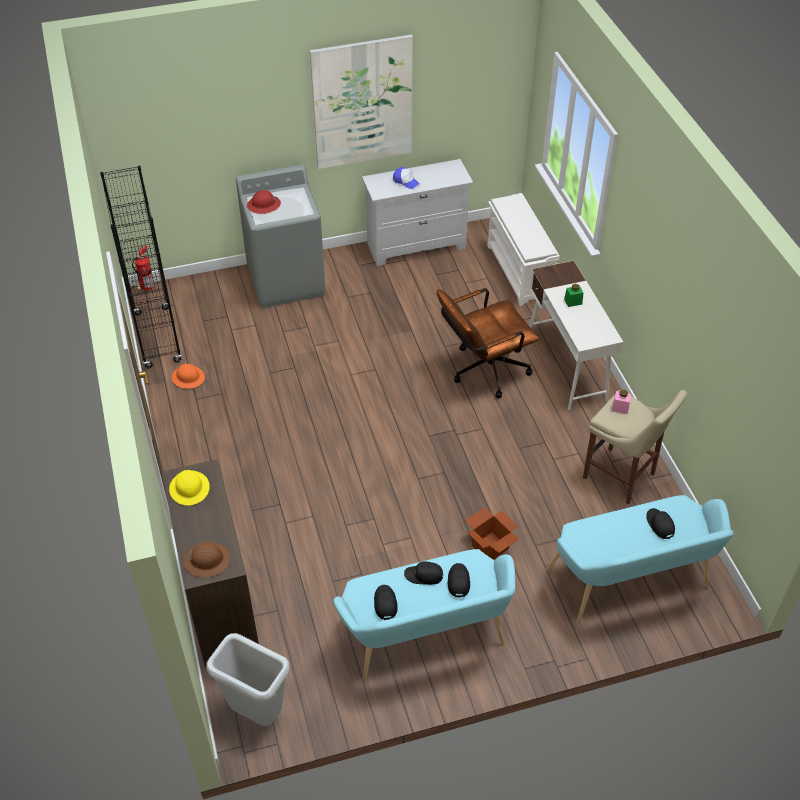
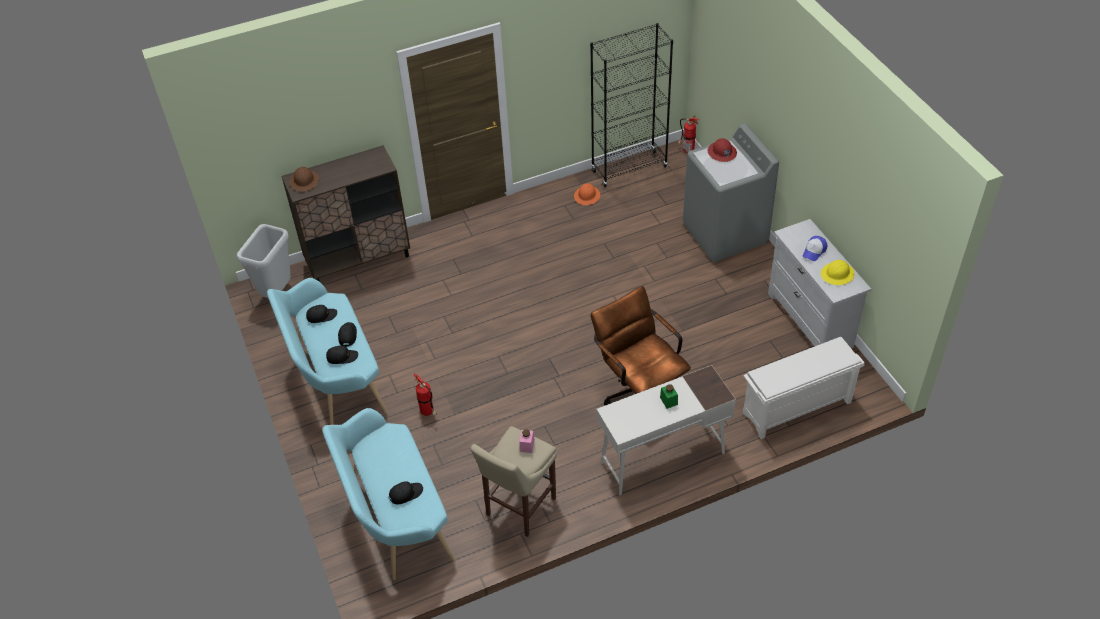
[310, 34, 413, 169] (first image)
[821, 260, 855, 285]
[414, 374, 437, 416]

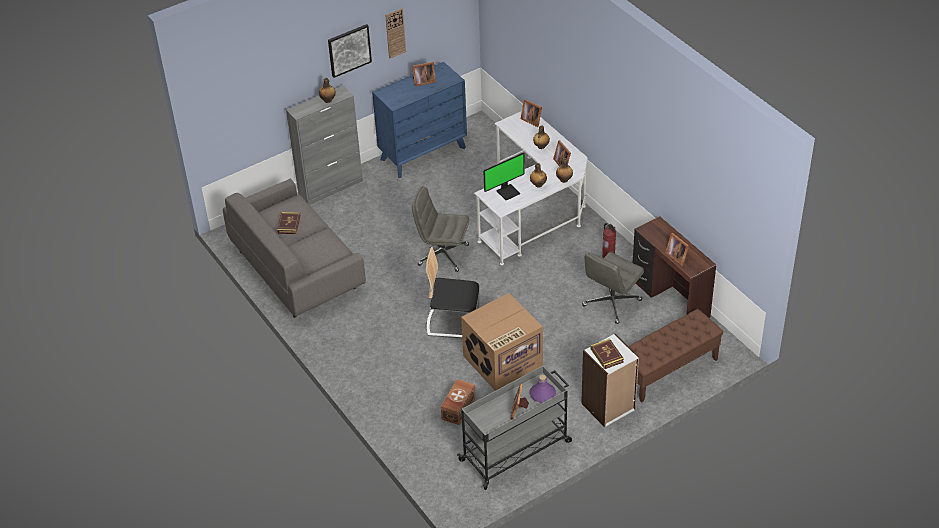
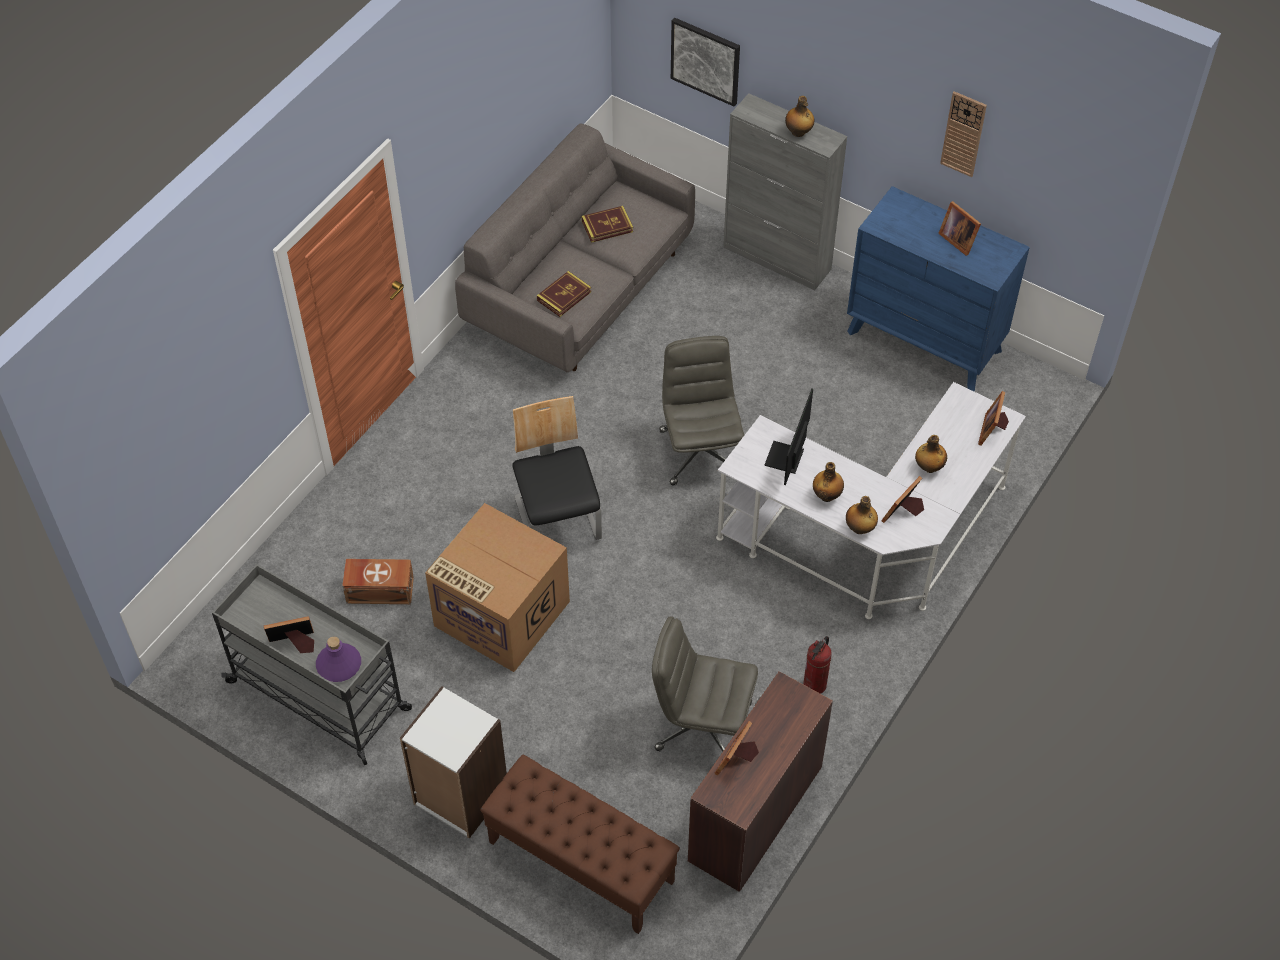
[671, 18, 740, 106]
[765, 389, 813, 485]
[537, 271, 591, 317]

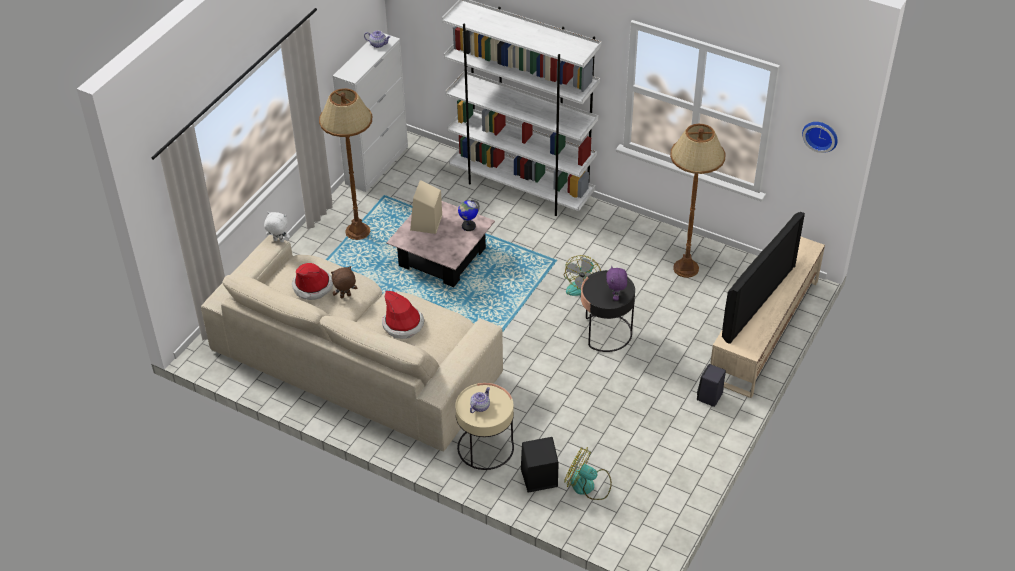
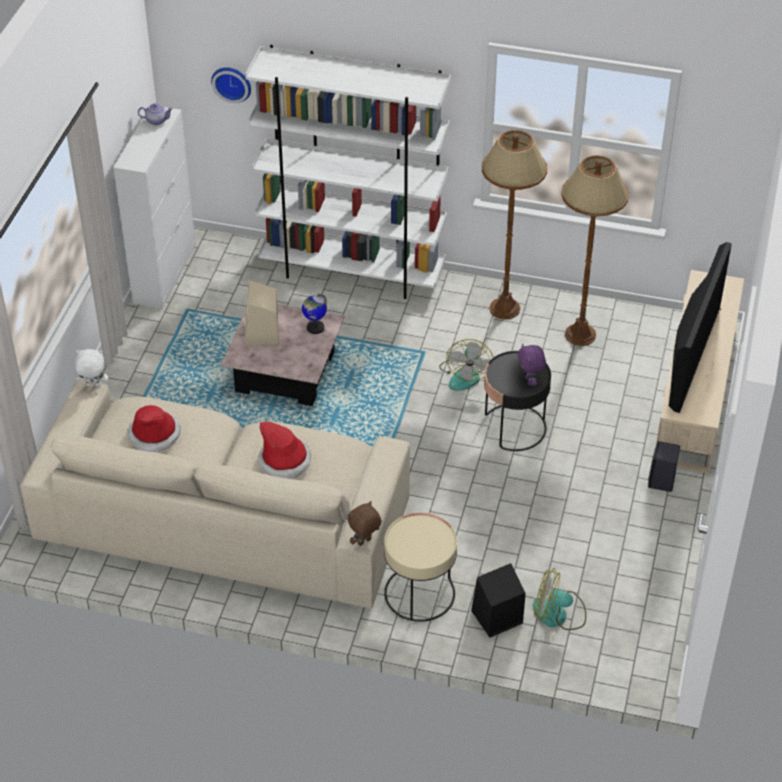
[482, 130, 547, 319]
[211, 67, 251, 103]
[348, 501, 382, 546]
[470, 387, 490, 413] (first image)

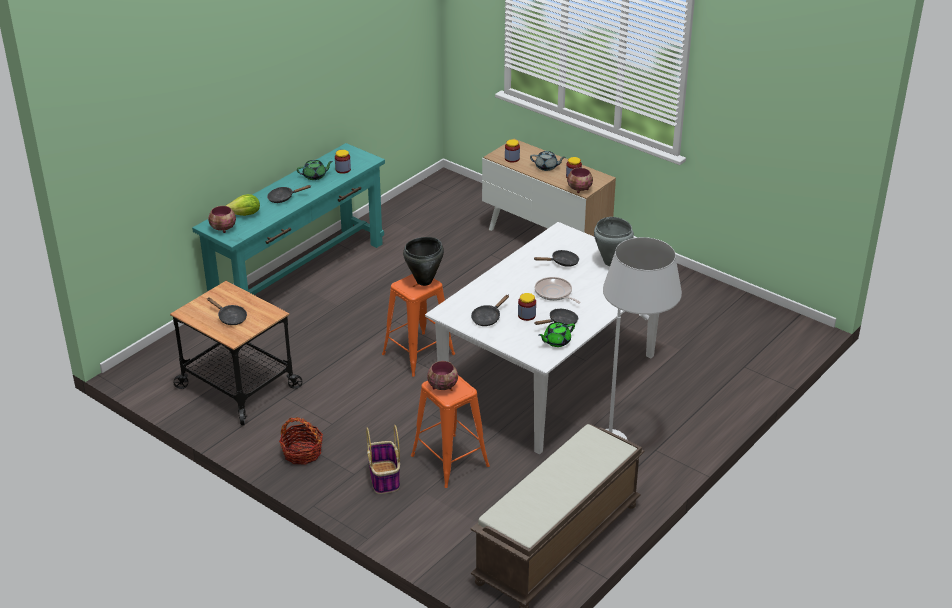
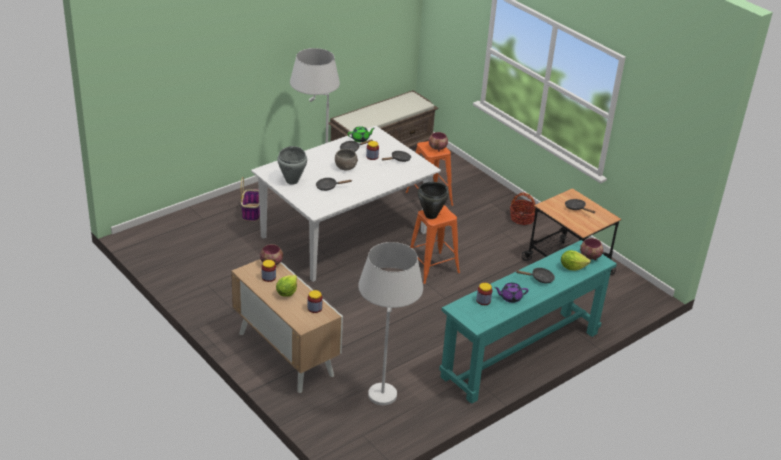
[276, 275, 297, 297]
[494, 283, 528, 303]
[335, 149, 358, 170]
[241, 177, 260, 221]
[358, 242, 423, 405]

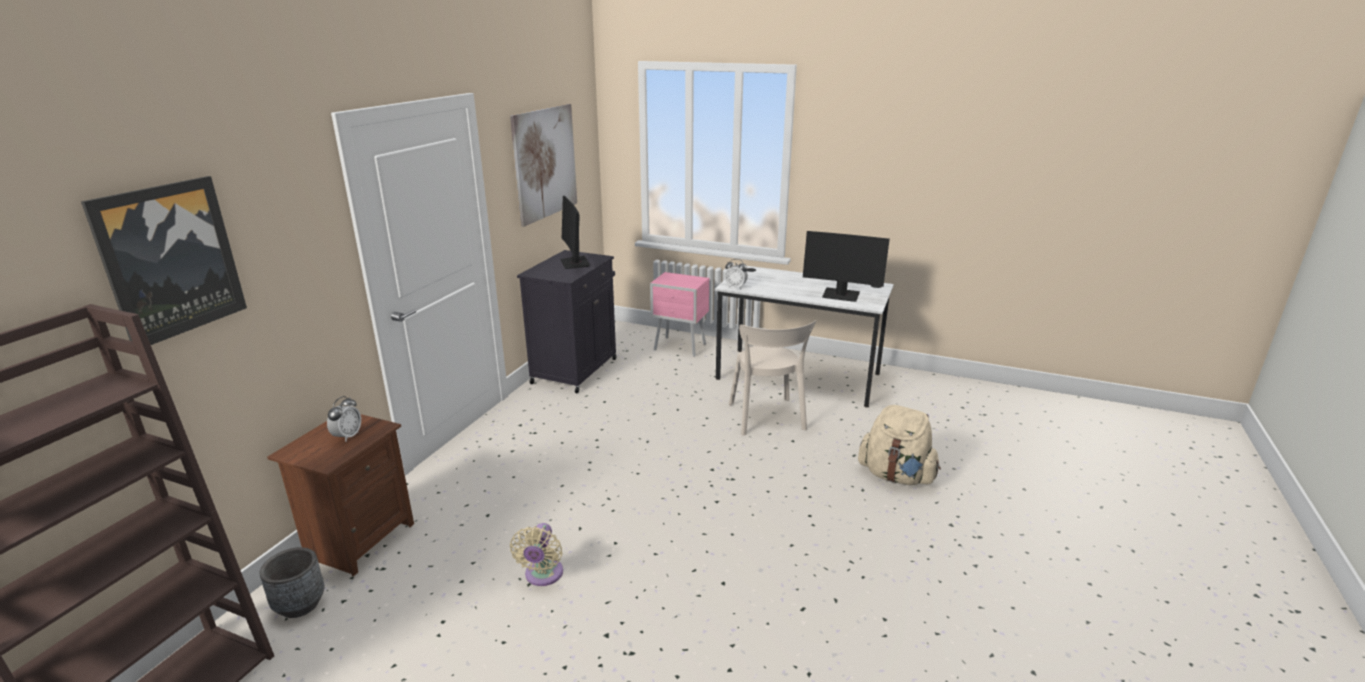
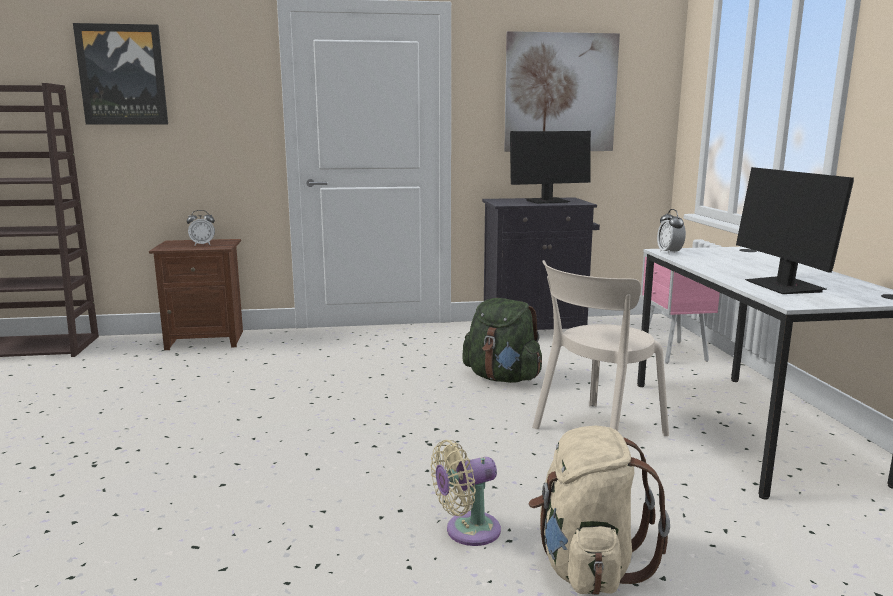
[510, 131, 591, 204]
[431, 440, 501, 546]
[259, 547, 325, 618] (first image)
[462, 298, 542, 383]

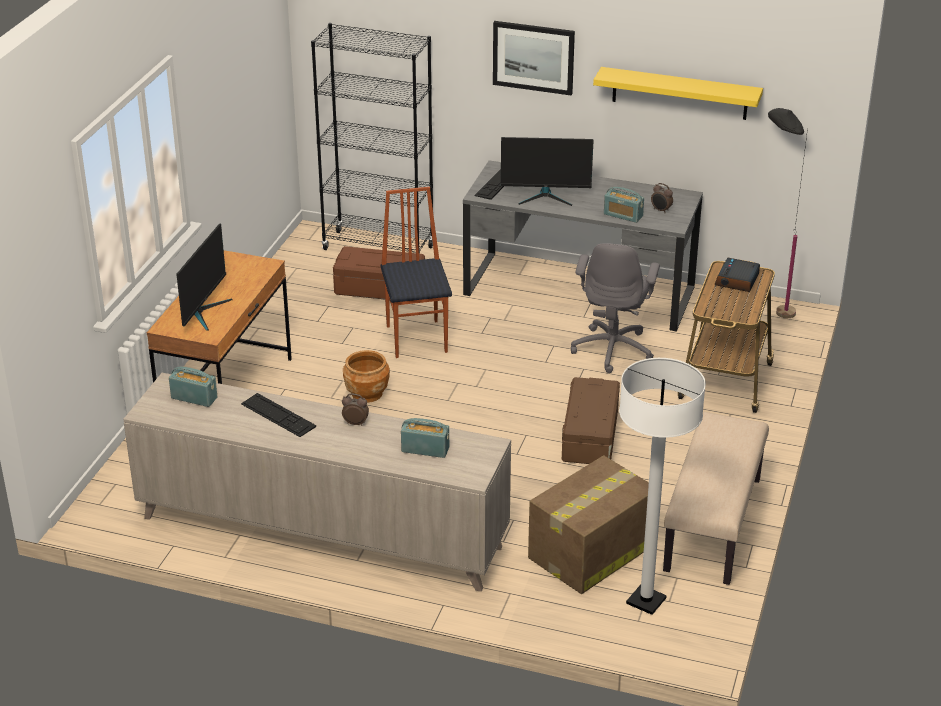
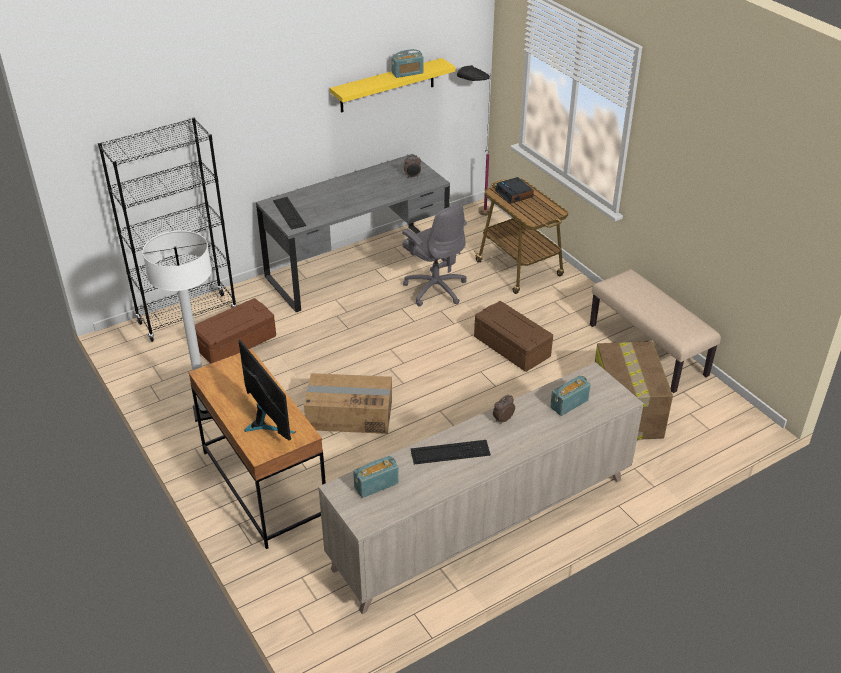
[493, 21, 575, 95] (first image)
[501, 137, 594, 206] (first image)
[380, 187, 452, 358] (first image)
[392, 49, 423, 78]
[304, 373, 392, 434]
[142, 230, 212, 422]

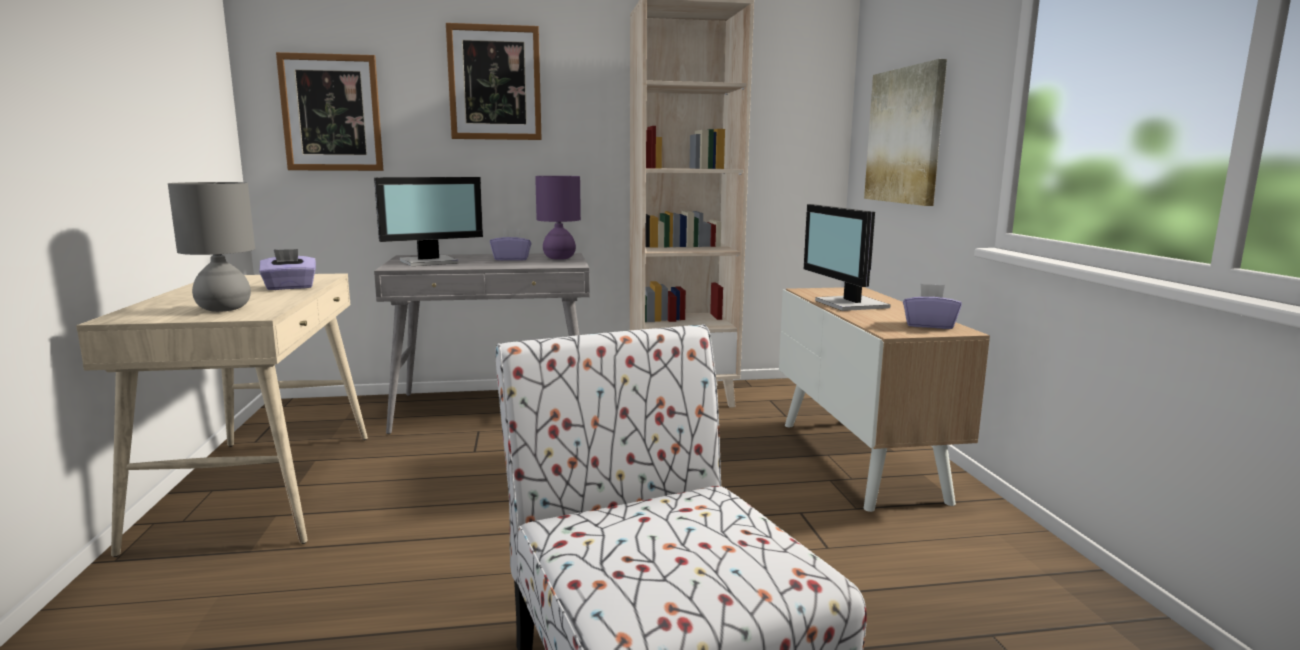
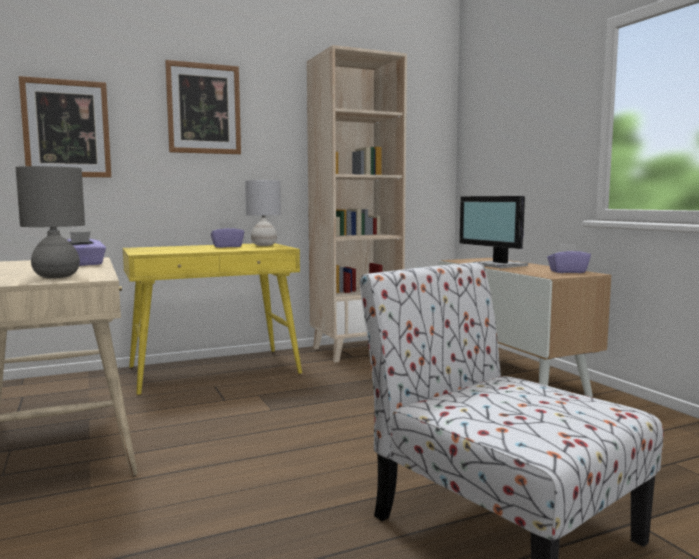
[864, 59, 947, 206] (first image)
[245, 180, 281, 246]
[374, 177, 483, 266] (first image)
[123, 243, 302, 395]

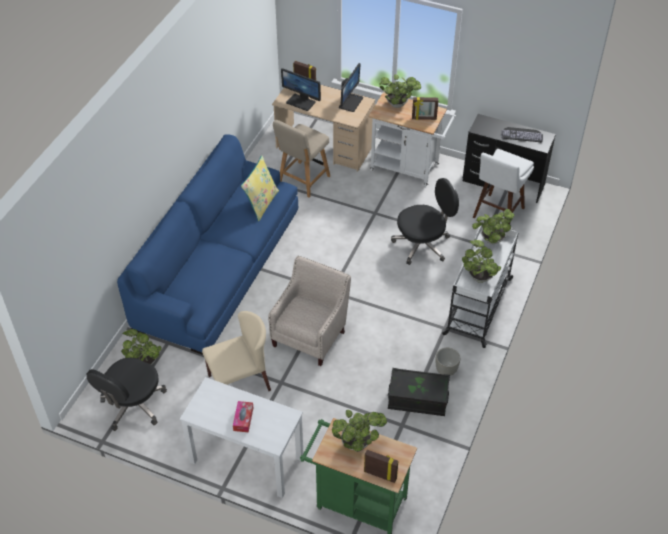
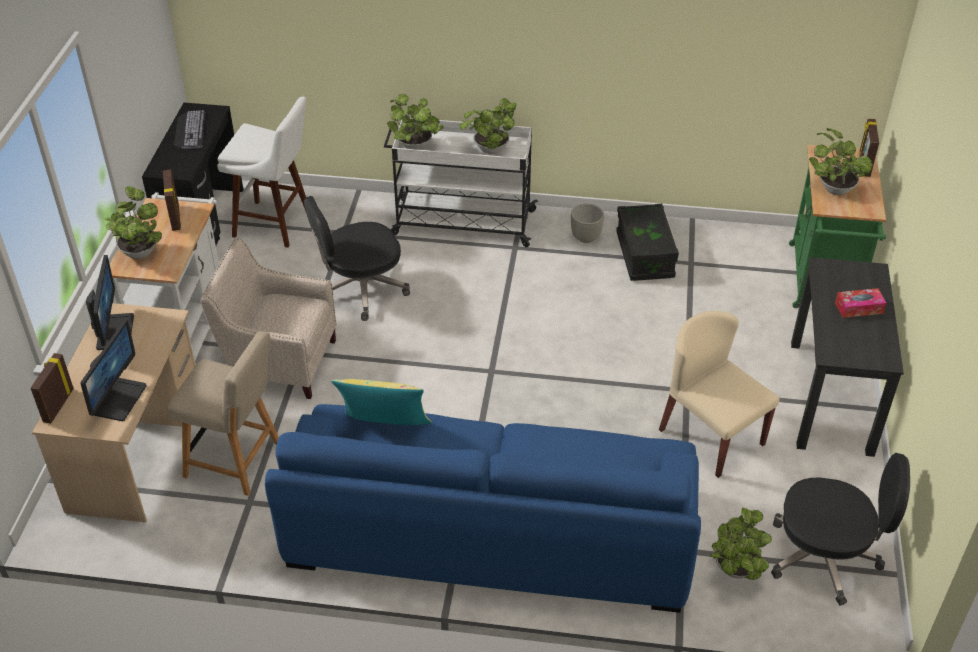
[86, 255, 134, 350]
[304, 196, 410, 321]
[200, 239, 336, 399]
[791, 257, 904, 457]

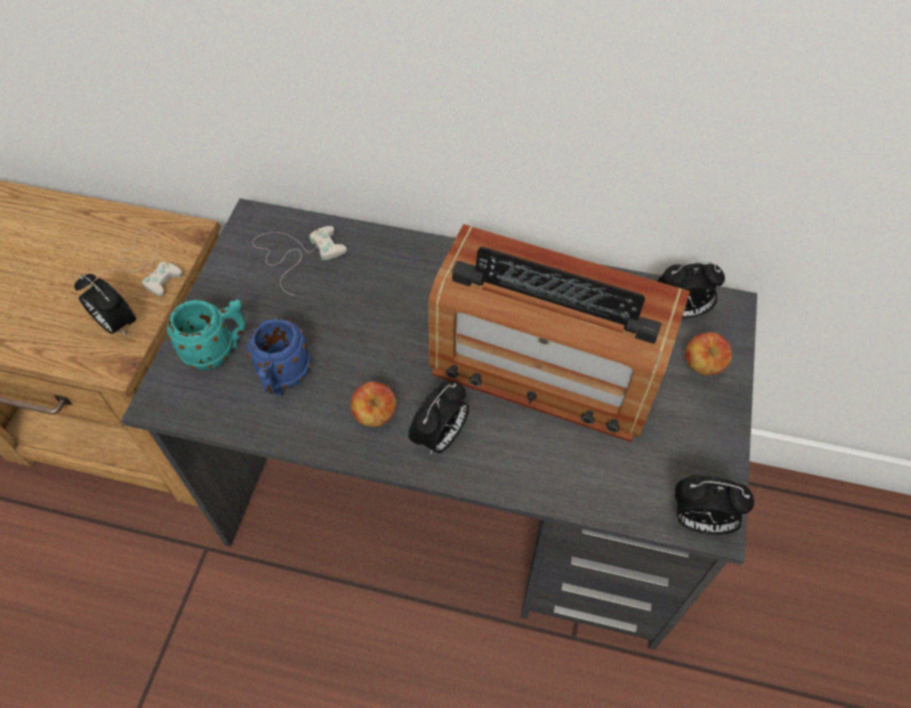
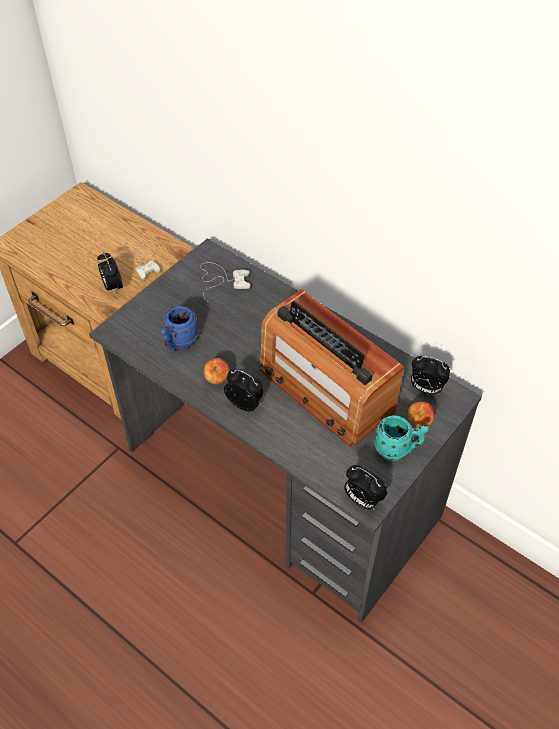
[374, 415, 429, 461]
[224, 369, 263, 411]

